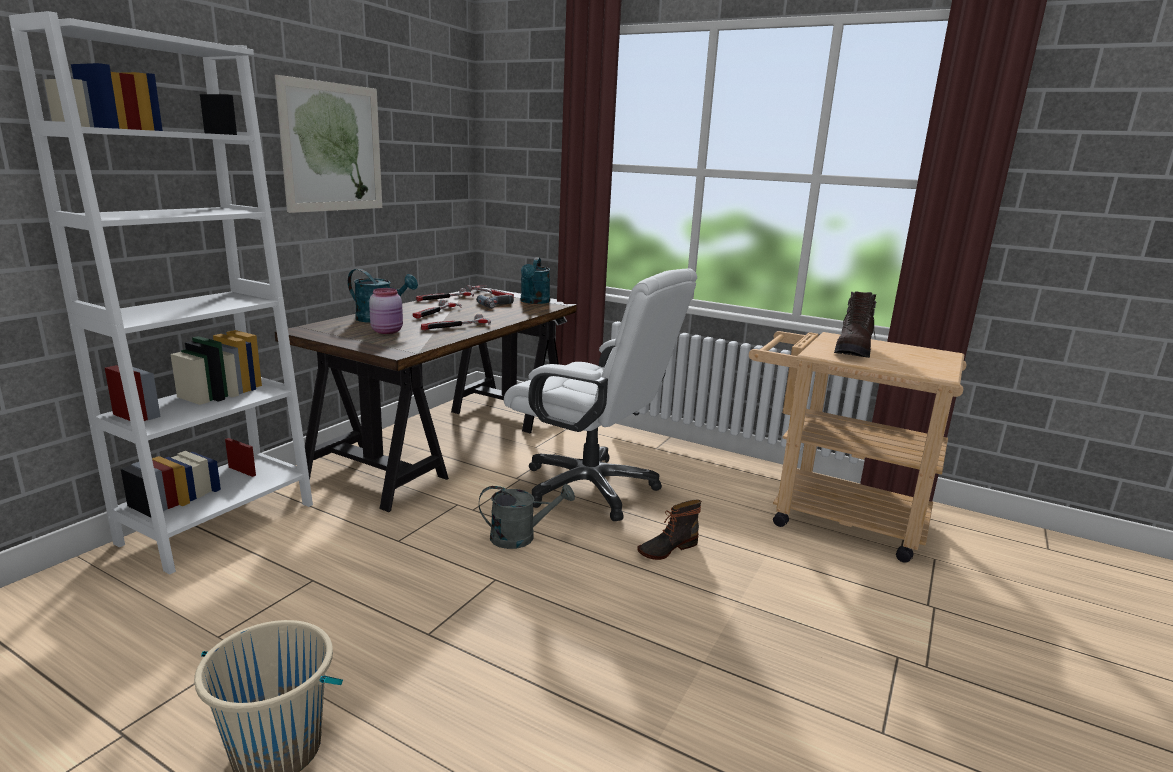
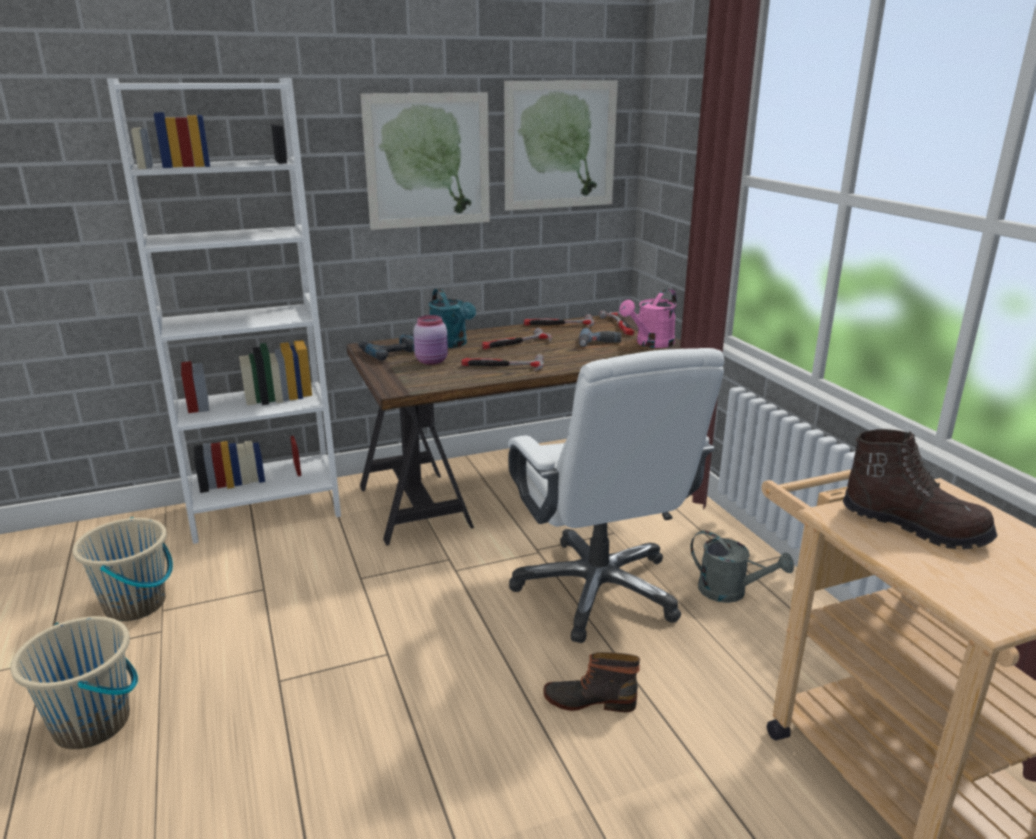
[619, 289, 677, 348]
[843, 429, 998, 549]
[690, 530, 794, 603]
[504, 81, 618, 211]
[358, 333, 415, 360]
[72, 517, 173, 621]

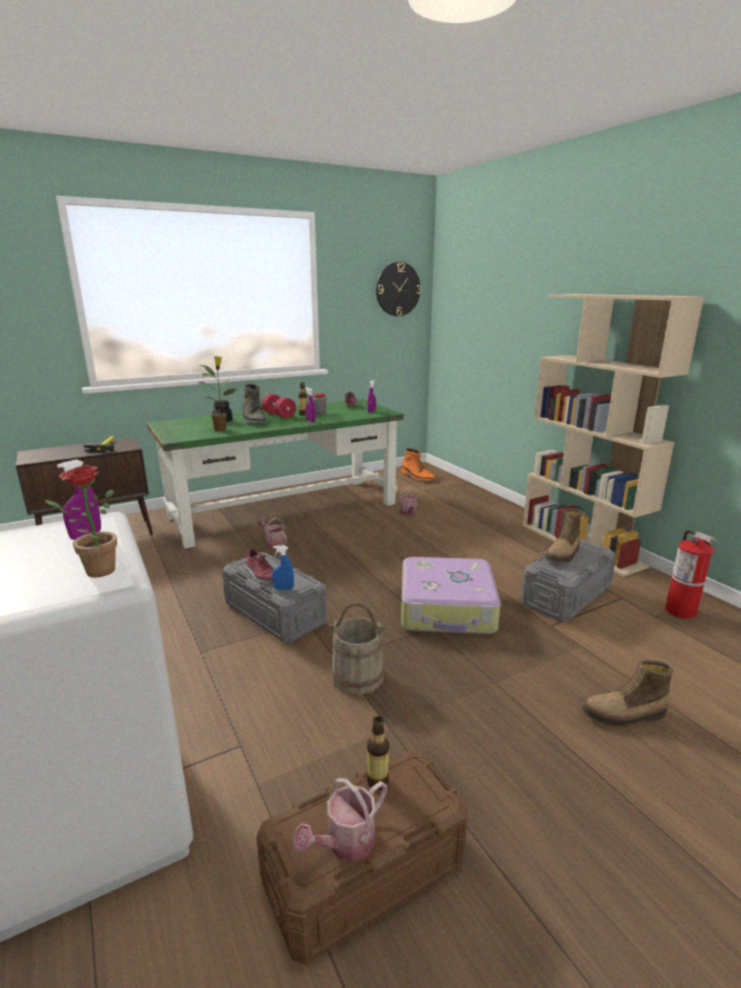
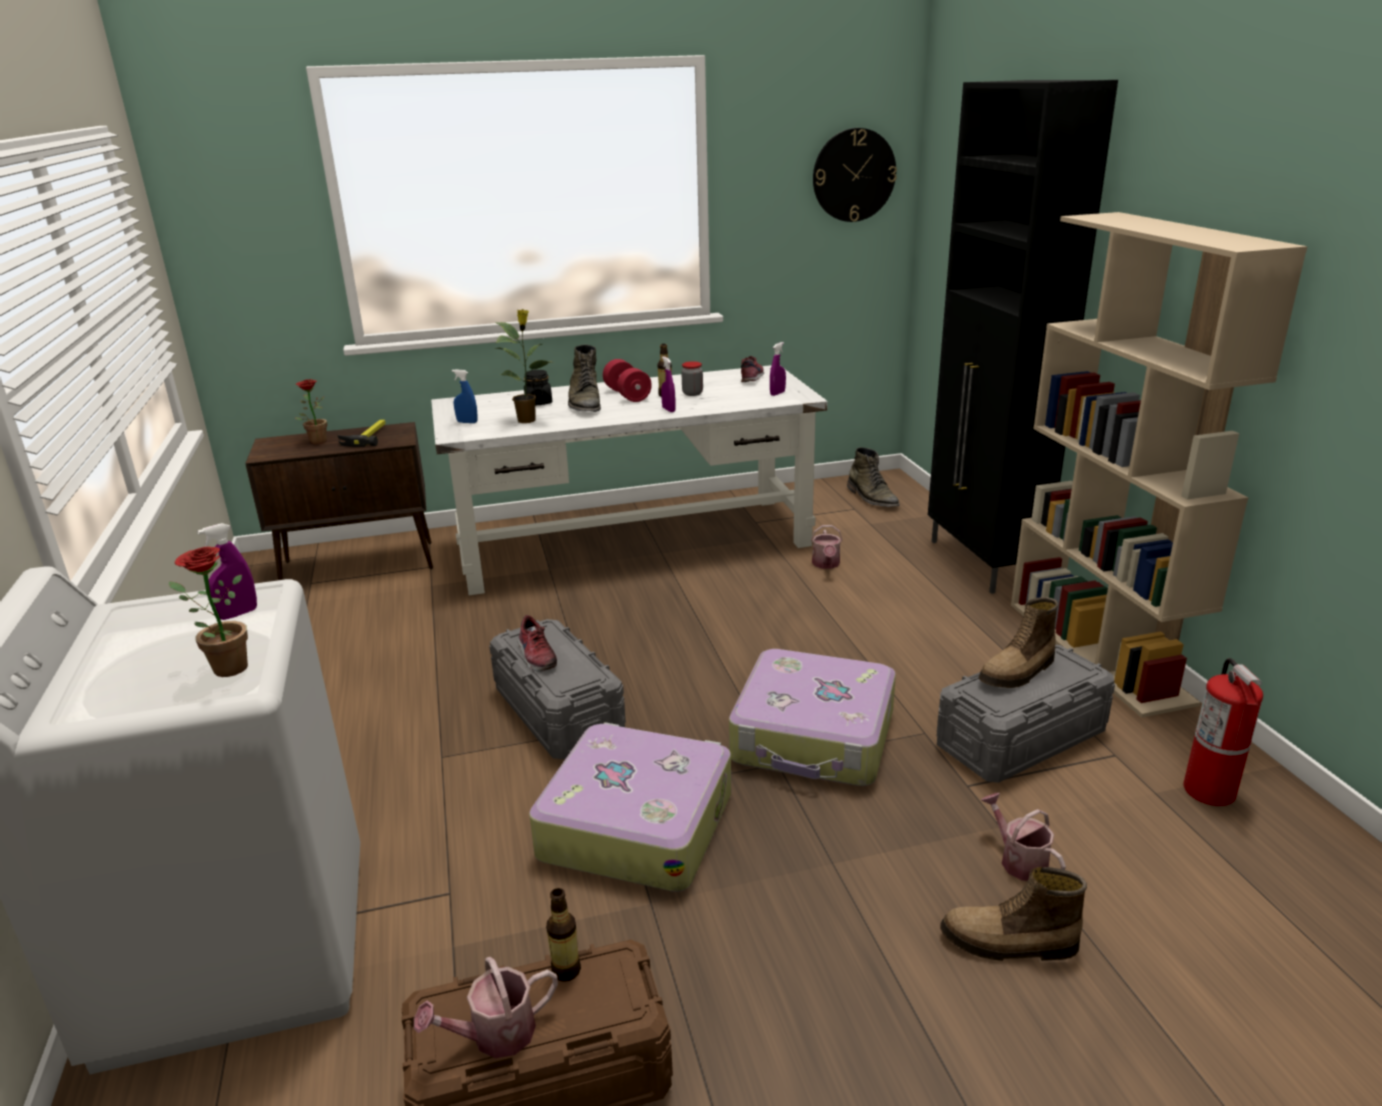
[431, 365, 828, 595]
[847, 447, 900, 507]
[981, 793, 1066, 881]
[452, 369, 477, 423]
[529, 722, 731, 892]
[928, 80, 1118, 594]
[295, 379, 327, 444]

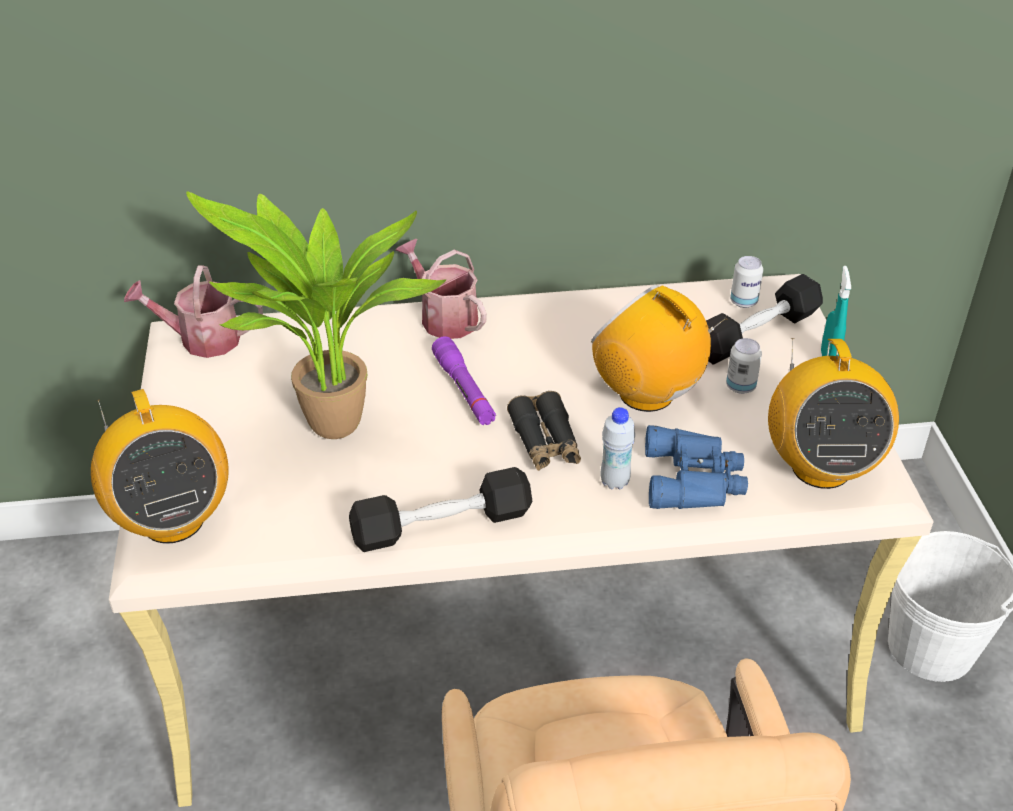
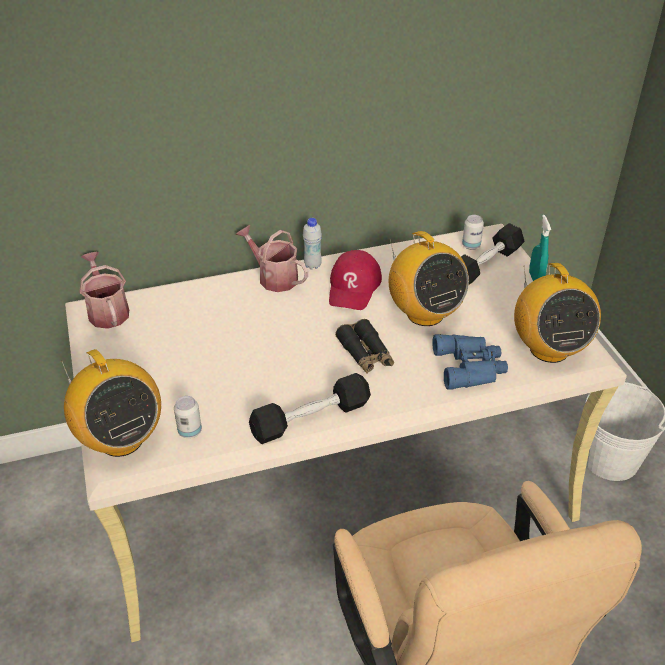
[186, 191, 446, 439] (first image)
[79, 252, 129, 329]
[388, 231, 469, 326]
[432, 336, 496, 425] (first image)
[174, 396, 202, 438]
[303, 218, 322, 269]
[329, 250, 382, 310]

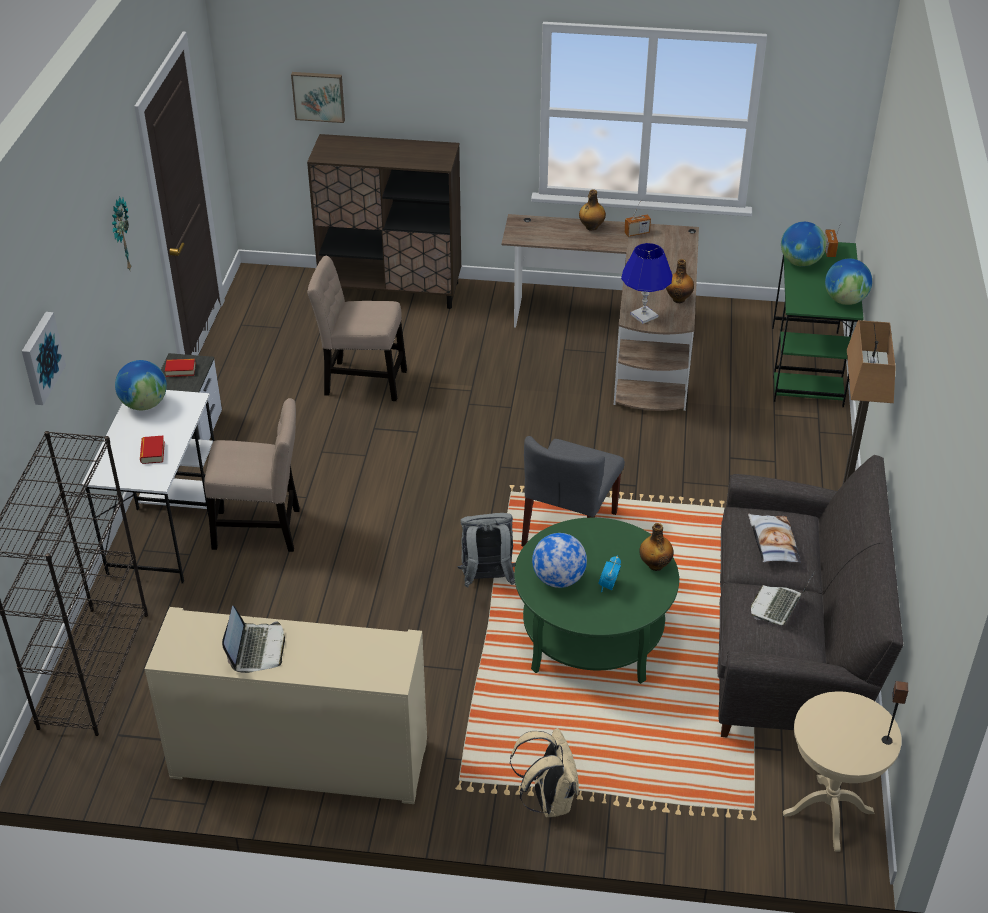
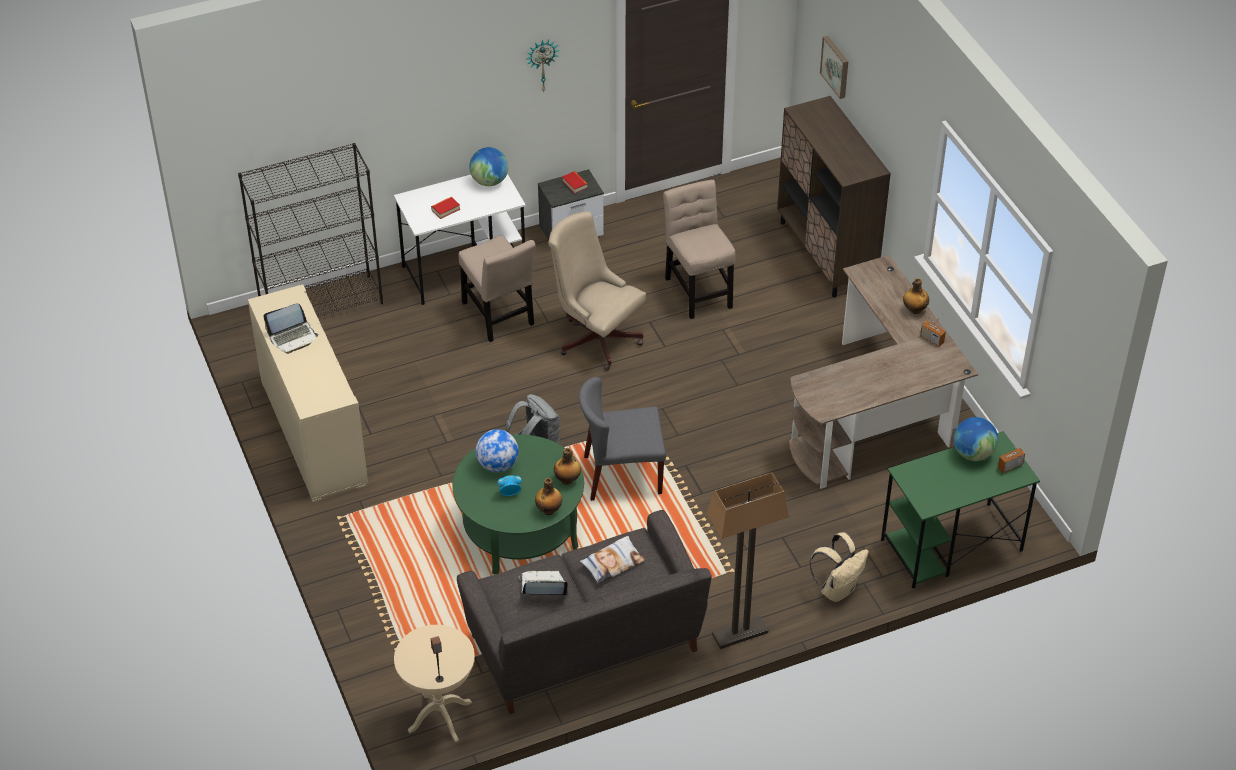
[621, 243, 672, 324] (first image)
[825, 258, 872, 305] (first image)
[554, 448, 581, 485]
[22, 312, 66, 405] (first image)
[809, 532, 869, 602]
[548, 211, 646, 370]

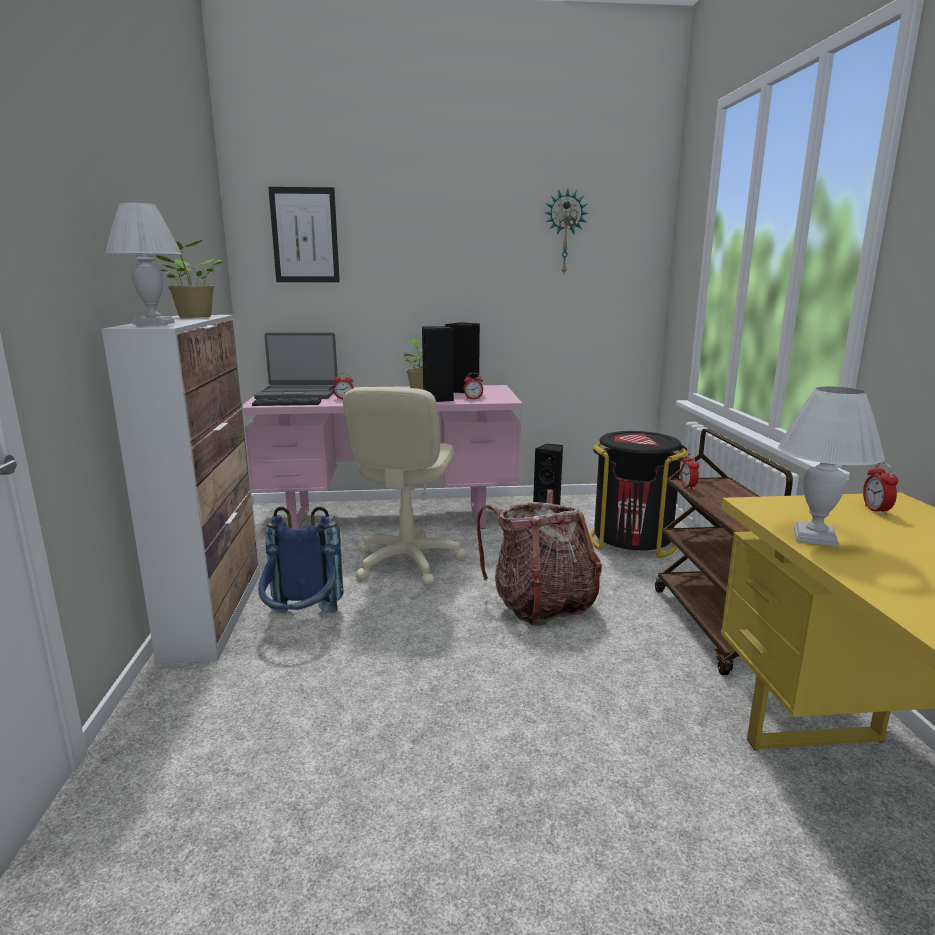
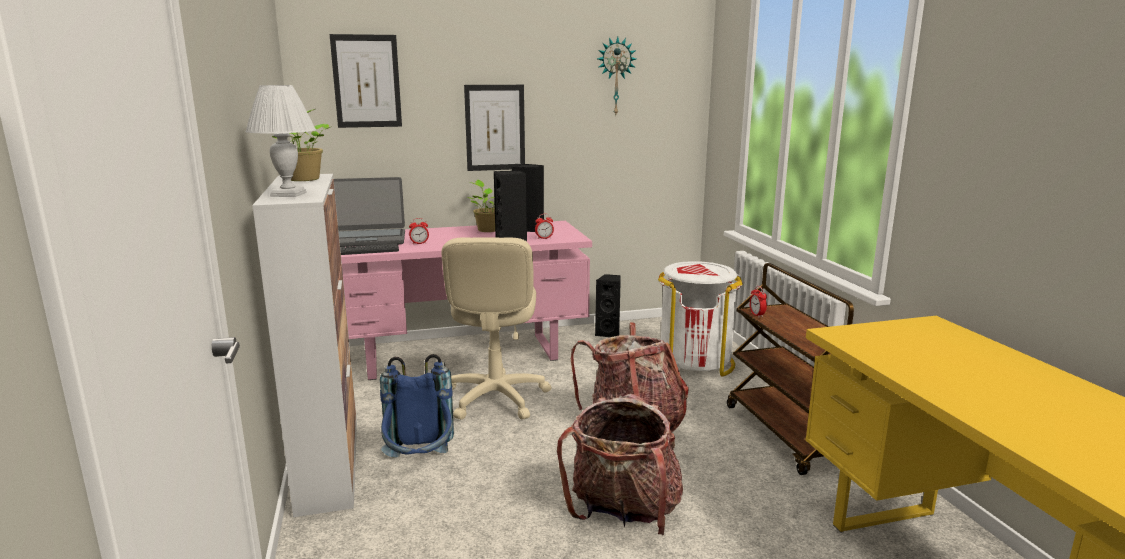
[778, 386, 885, 547] (first image)
[658, 261, 743, 377]
[863, 462, 898, 515] (first image)
[464, 85, 525, 171]
[557, 394, 683, 536]

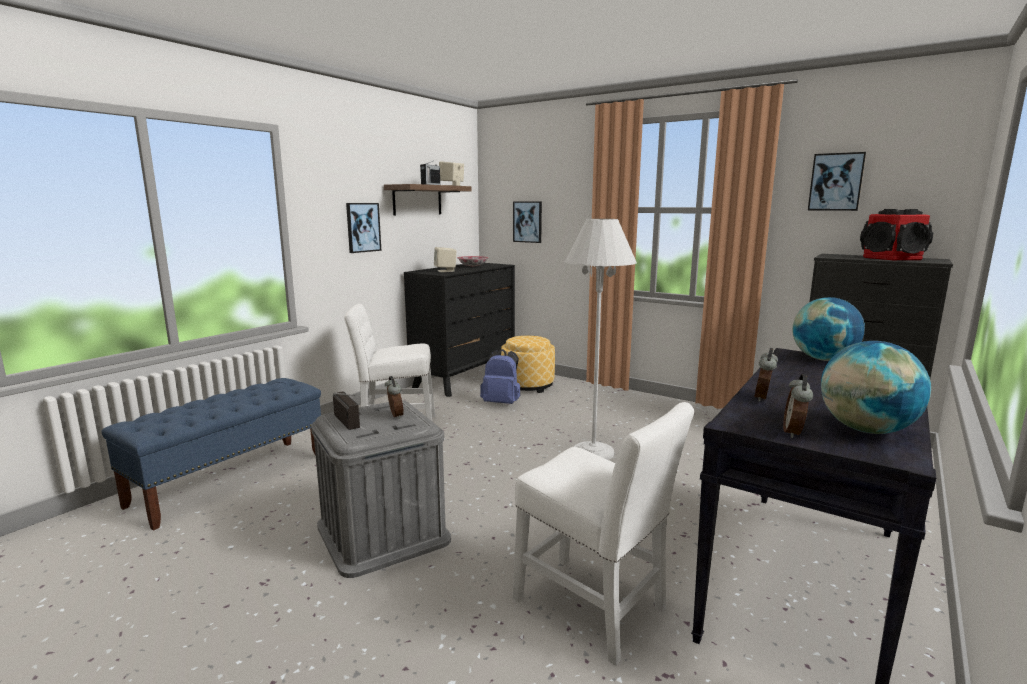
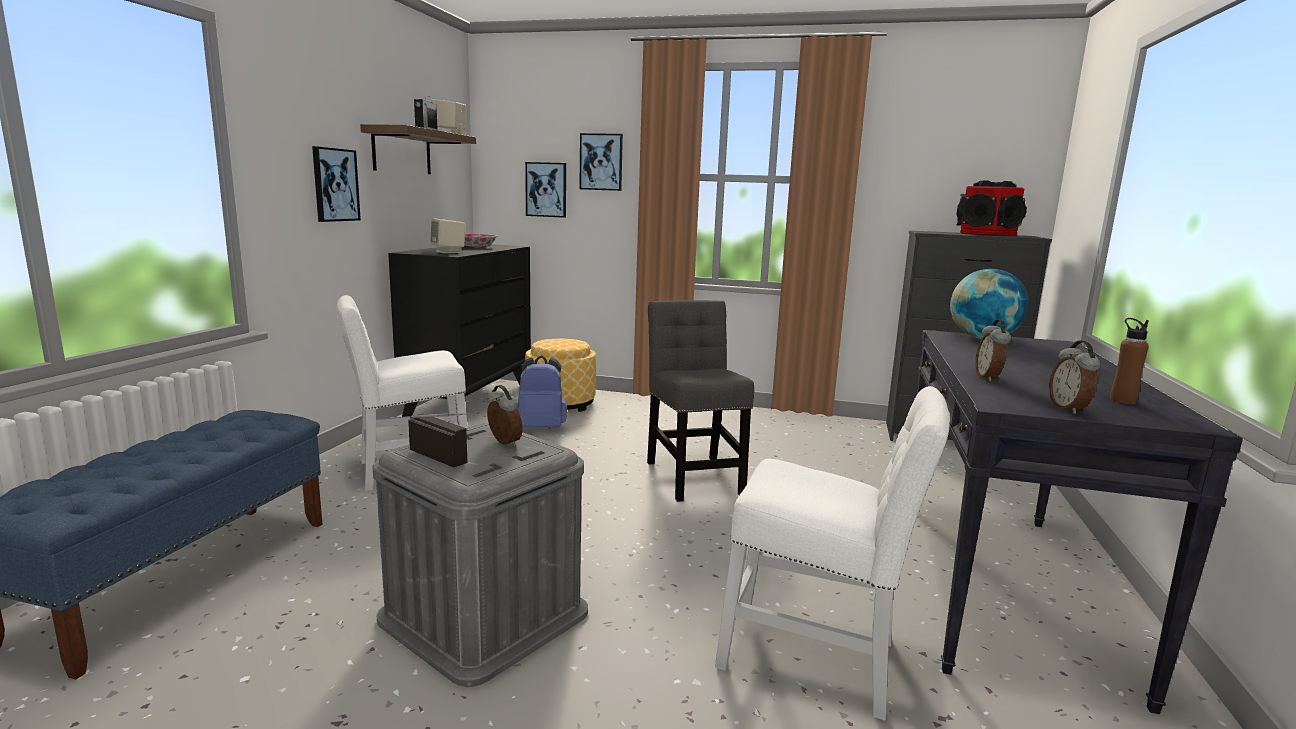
[579, 133, 623, 191]
[647, 300, 754, 502]
[1110, 318, 1149, 404]

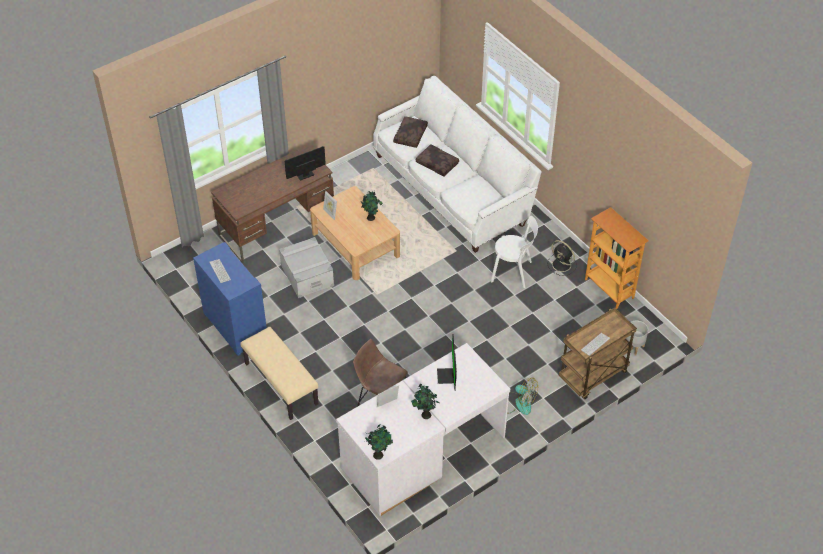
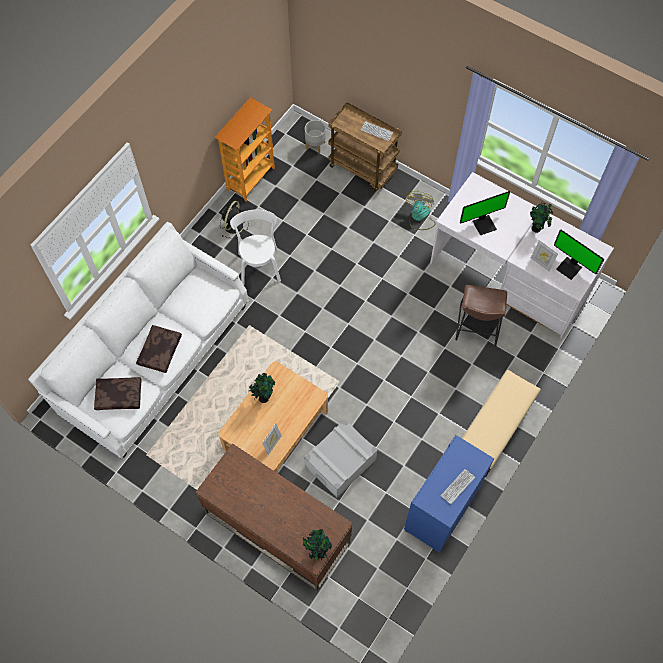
[554, 230, 604, 280]
[303, 529, 332, 561]

